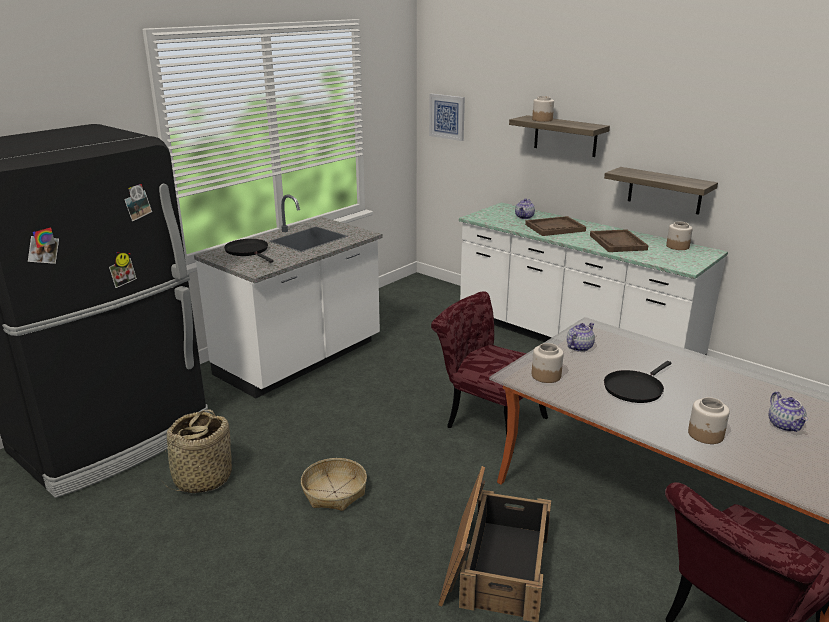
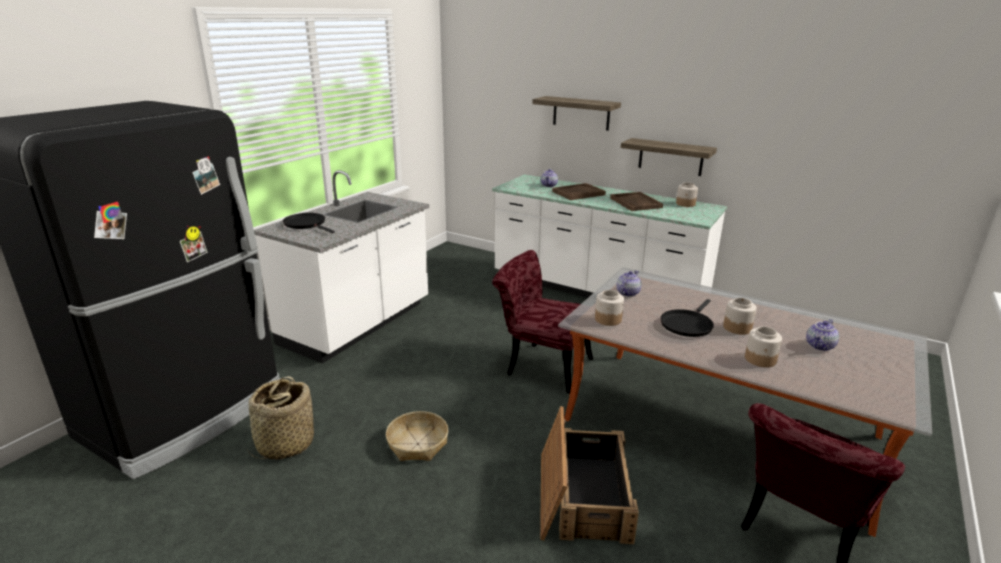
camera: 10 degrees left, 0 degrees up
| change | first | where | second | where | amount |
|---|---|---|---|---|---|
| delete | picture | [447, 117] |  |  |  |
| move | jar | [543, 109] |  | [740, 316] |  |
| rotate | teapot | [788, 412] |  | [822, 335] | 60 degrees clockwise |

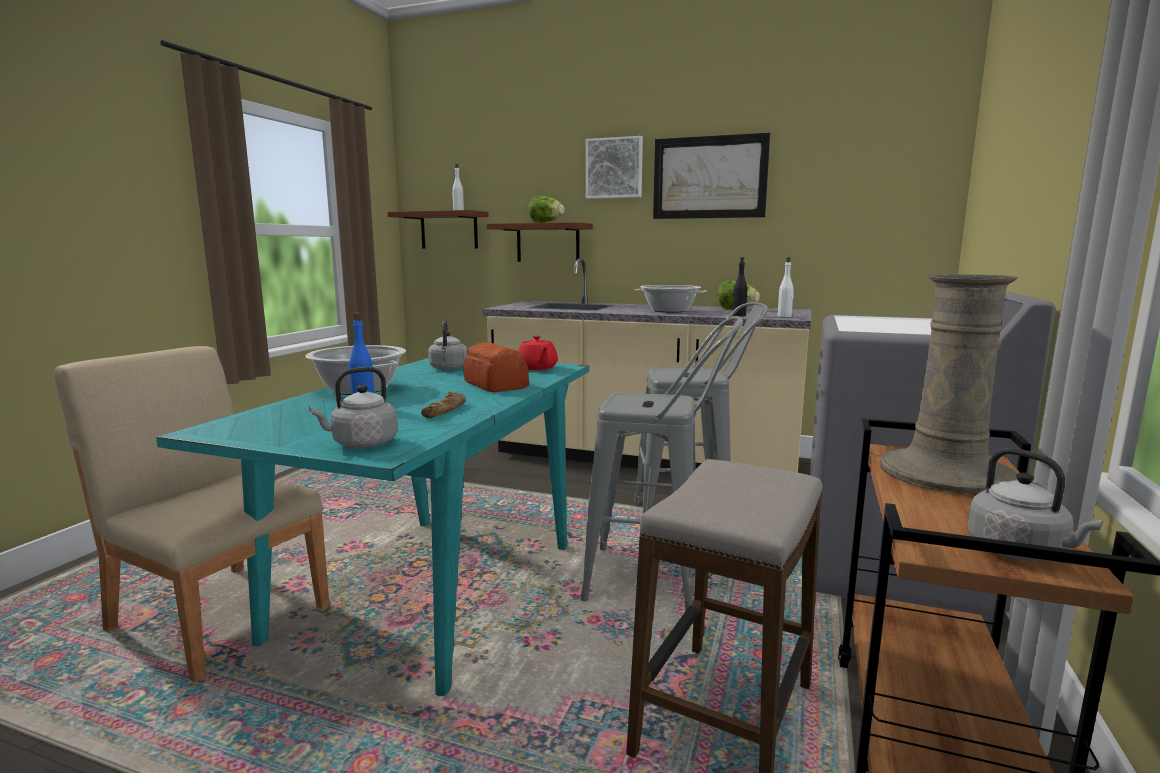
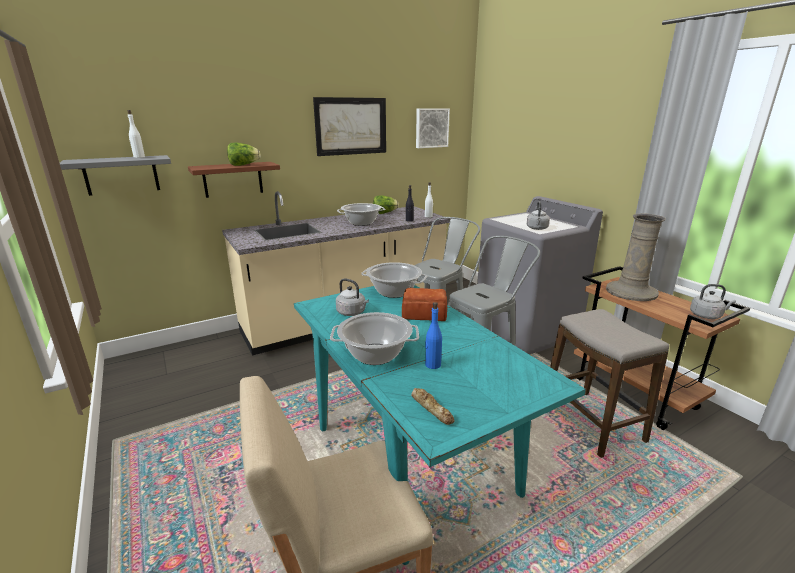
camera: 50 degrees left, 10 degrees up
| change | first | where | second | where | amount |
|---|---|---|---|---|---|
| move | picture | [614, 167] |  | [433, 128] |  |
| recolor | shelf (brown) | [438, 229] | shelf (grey) | [115, 175] |  |
| replace | teapot (red) | [538, 353] | cooking pot | [394, 280] |  |
| move | kettle (grey) | [353, 407] |  | [538, 215] |  |
| move | bread | [443, 405] |  | [433, 406] |  |

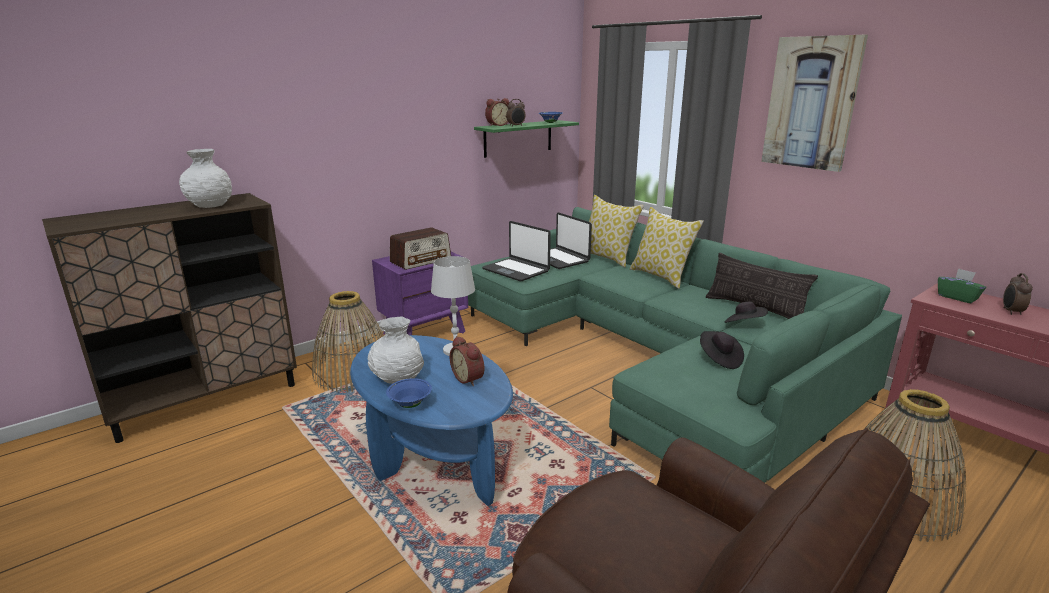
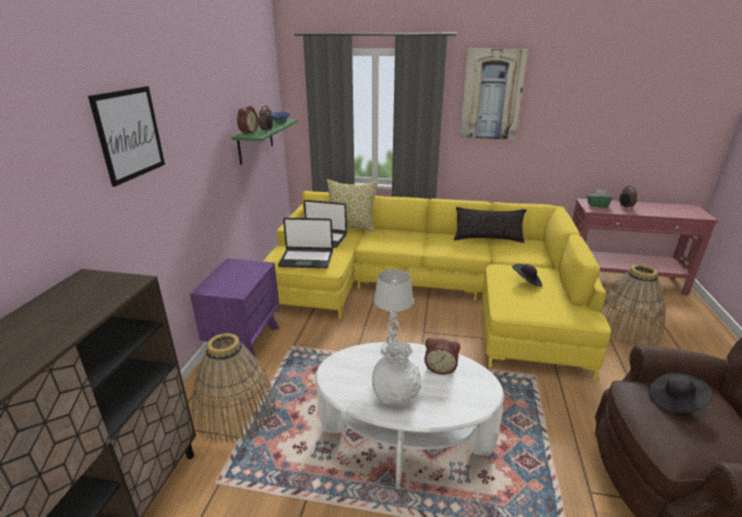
camera: 40 degrees left, 5 degrees up
| change | first | where | second | where | amount |
|---|---|---|---|---|---|
| delete | vase (white) | [205, 178] |  |  |  |
| recolor | sofa (green) | [685, 345] | sofa (yellow) | [437, 285] |  |
| delete | pillow | [667, 248] |  |  |  |
| delete | radio | [420, 249] |  |  |  |
| move | hat (black) | [746, 312] |  | [680, 393] |  |
| recolor | coffee table (blue) | [431, 420] | coffee table (white) | [409, 415] |  |
| delete | bowl (blue) | [409, 393] |  |  |  |
| insert |  |  | picture | [126, 136] |  |

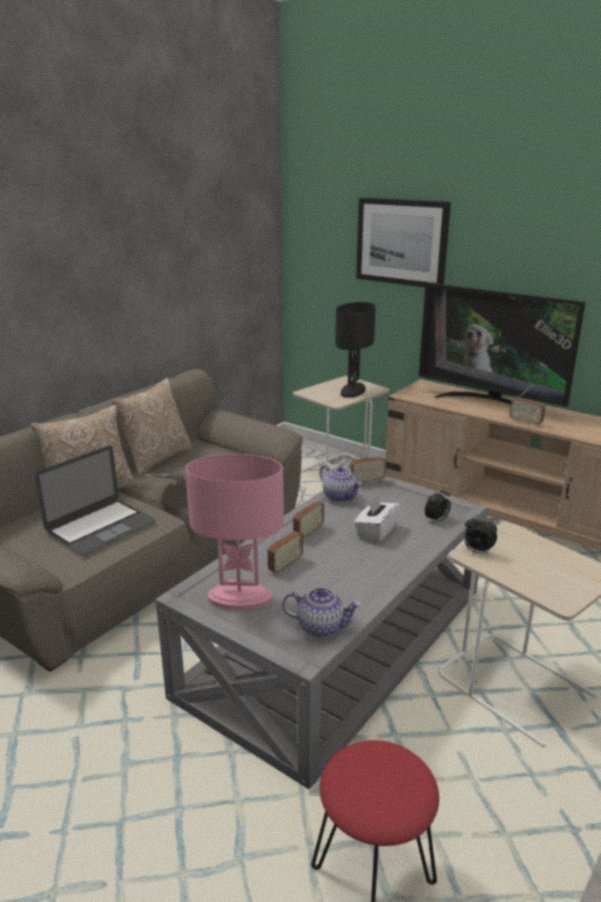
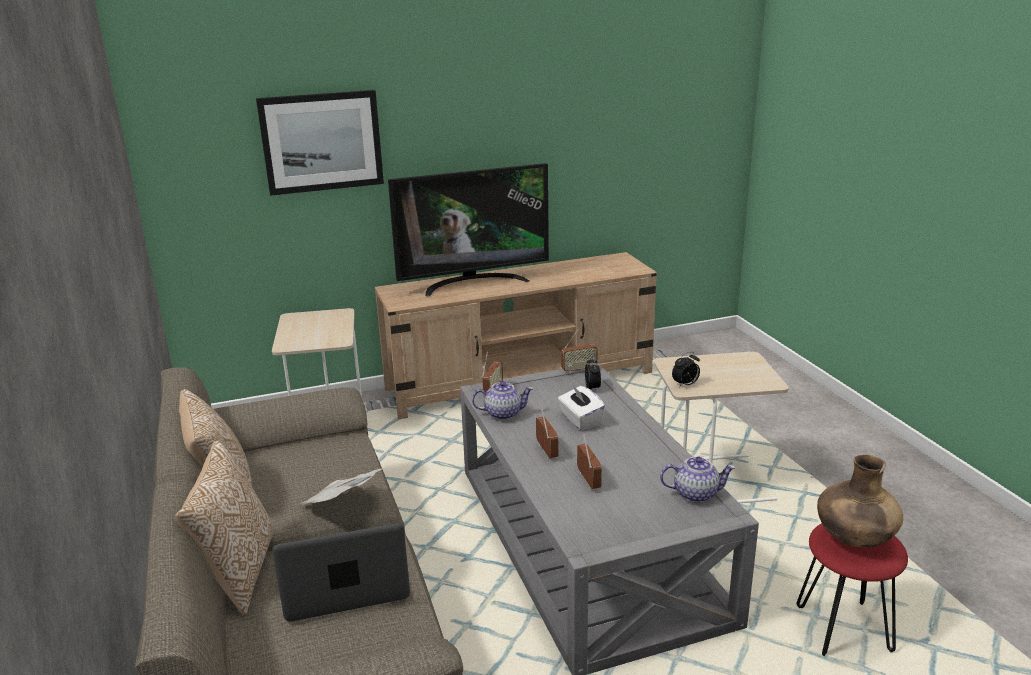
camera: 55 degrees left, 0 degrees up
| change | first | where | second | where | amount |
|---|---|---|---|---|---|
| delete | table lamp (black) | [355, 350] |  |  |  |
| move | radio | [528, 405] |  | [579, 350] |  |
| rotate | laptop | [95, 500] |  | [341, 572] | 90 degrees counterclockwise |
| delete | table lamp (pink) | [235, 532] |  |  |  |
| rotate | teapot | [321, 612] |  | [697, 479] | 45 degrees clockwise |
| insert |  |  | vase (brown) | [860, 501] |  |

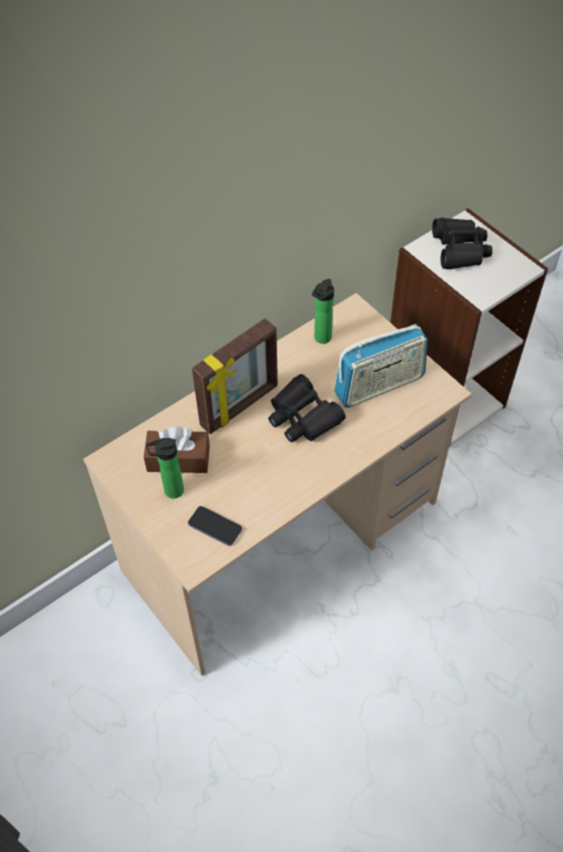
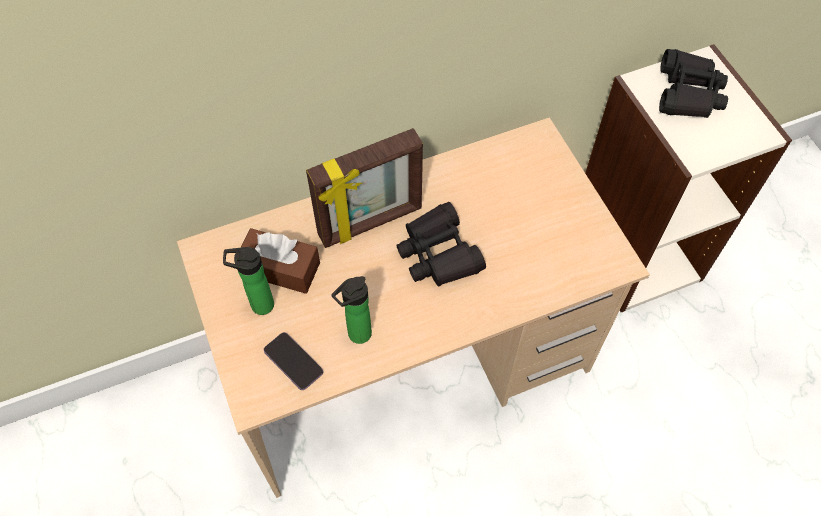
camera: 15 degrees right, 5 degrees up
| change | first | where | second | where | amount |
|---|---|---|---|---|---|
| move | bottle | [323, 311] |  | [351, 310] |  |
| delete | radio | [381, 366] |  |  |  |

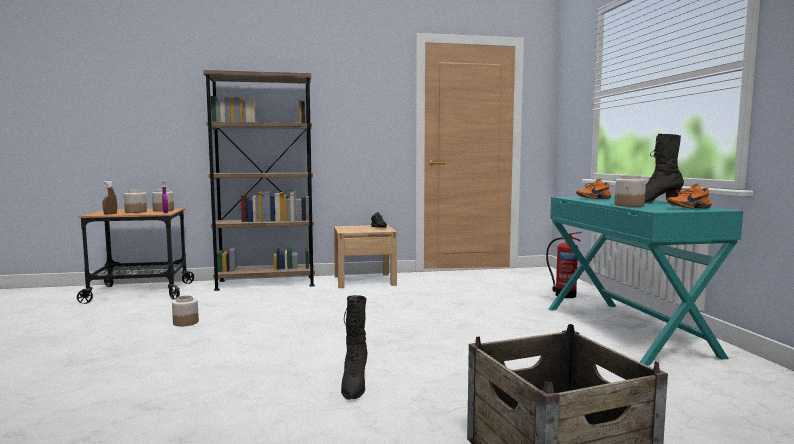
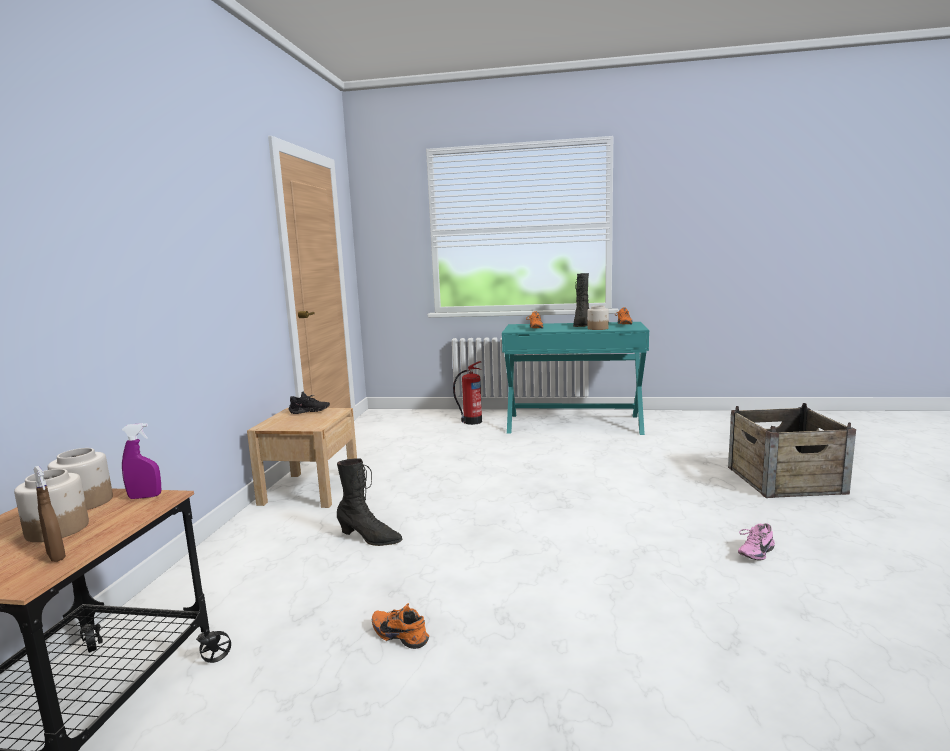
camera: 70 degrees left, 5 degrees up
| change | first | where | second | where | amount |
|---|---|---|---|---|---|
| delete | bookcase (brown) | [259, 180] |  |  |  |
| replace | jar | [185, 310] | shoe (orange) | [400, 626] |  |
| move | boot (black) | [354, 347] |  | [369, 502] |  |
| insert |  |  | shoe (pink) | [756, 541] |  |

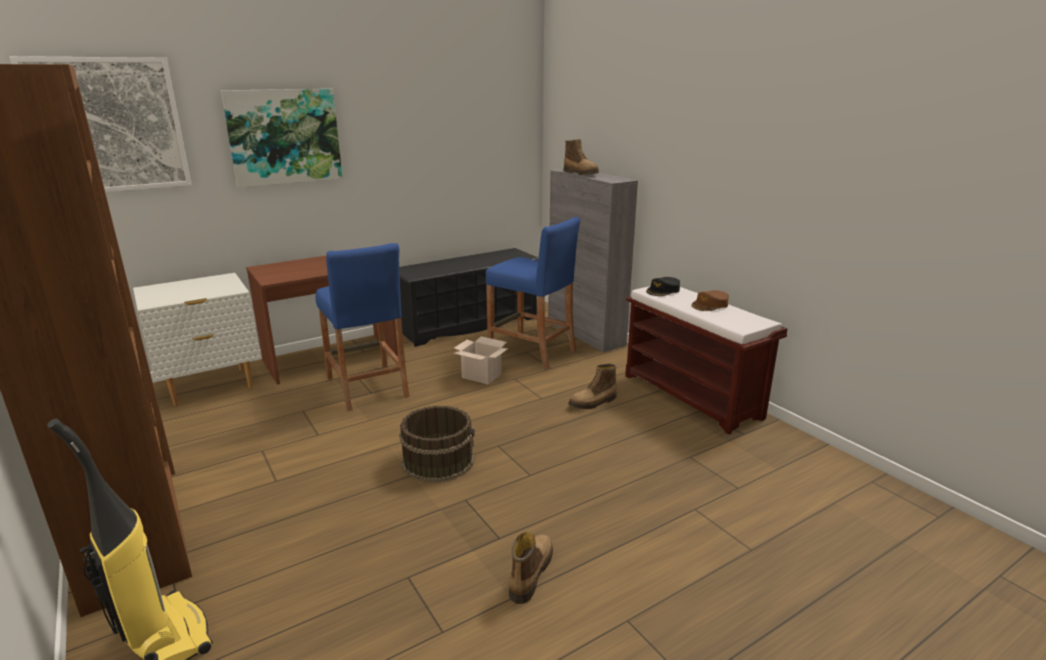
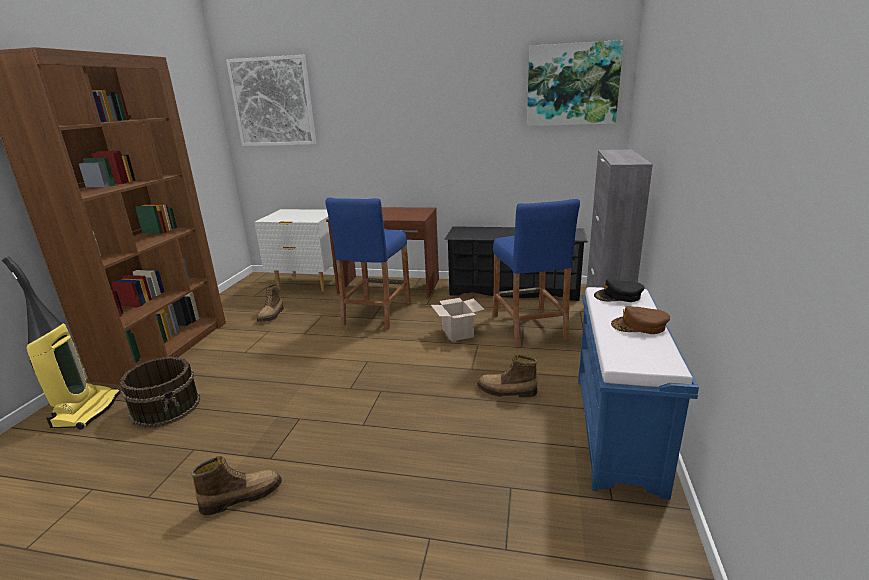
camera: 45 degrees right, 0 degrees up
| change | first | where | second | where | amount |
|---|---|---|---|---|---|
| move | picture | [282, 138] |  | [575, 83] |  |
| move | boot | [581, 157] |  | [270, 303] |  |
| recolor | bench (brown) | [706, 360] | bench (blue) | [638, 393] |  |
| move | bucket (brown) | [437, 444] |  | [160, 392] |  |

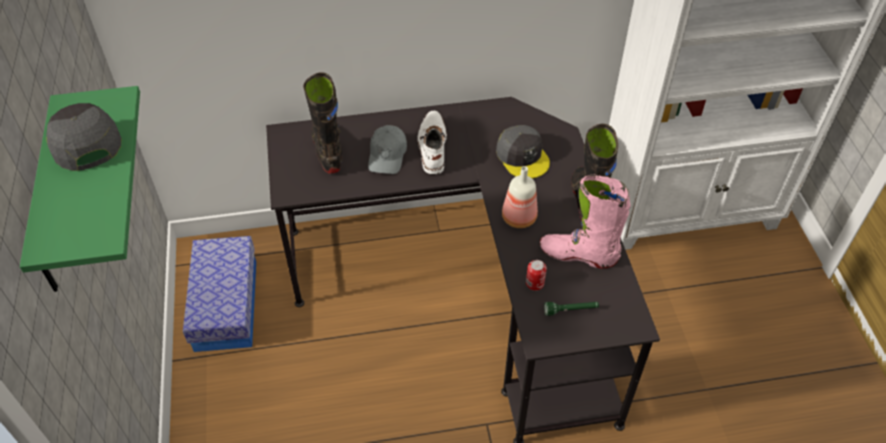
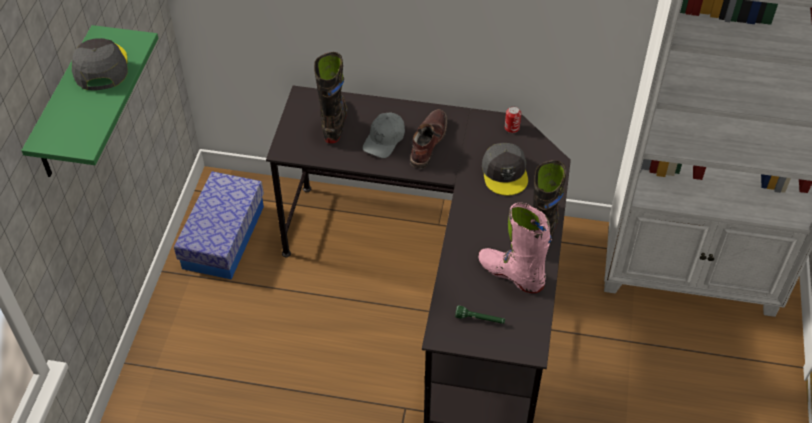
camera: 20 degrees right, 0 degrees up
| change | first | where | second | where | amount |
|---|---|---|---|---|---|
| recolor | boot (white) | [432, 142] | boot (brown) | [428, 139] |  |
| delete | bottle | [520, 197] |  |  |  |
| move | can | [536, 275] |  | [513, 119] |  |

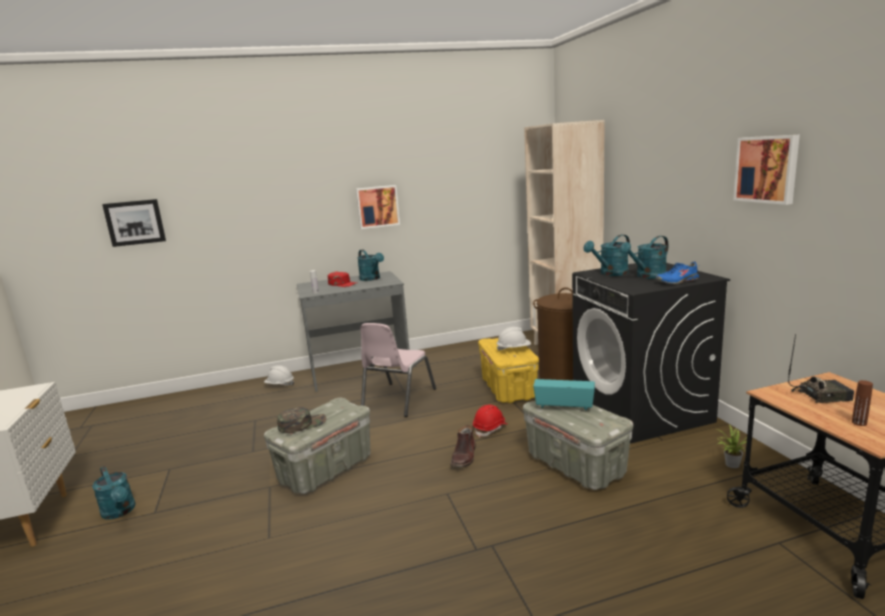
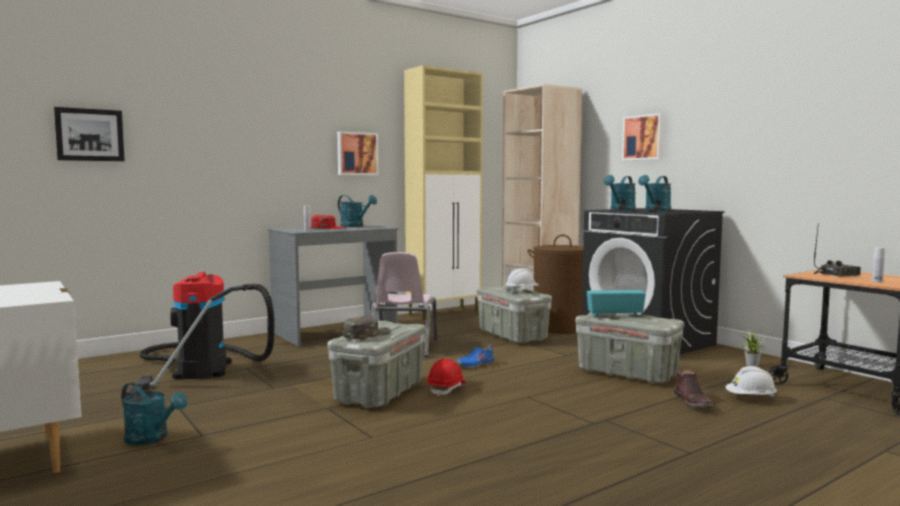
camera: 20 degrees left, 10 degrees down
| change | first | where | second | where | amount |
|---|---|---|---|---|---|
| move | picture | [766, 170] |  | [643, 137] |  |
| move | shoe (blue) | [677, 272] |  | [475, 356] |  |
| recolor | storage box (yellow) | [508, 370] | storage box (grey) | [514, 314] |  |
| move | hard hat (white) | [279, 375] |  | [751, 382] |  |
| recolor | bottle (brown) | [862, 403] | bottle (white) | [878, 264] |  |
| move | hard hat (red) | [490, 421] |  | [446, 378] |  |
| move | boot (brown) | [463, 446] |  | [693, 388] |  |
| insert |  |  | cabinet (beige) | [443, 192] |  |
| insert |  |  | vacuum cleaner | [200, 333] |  |

